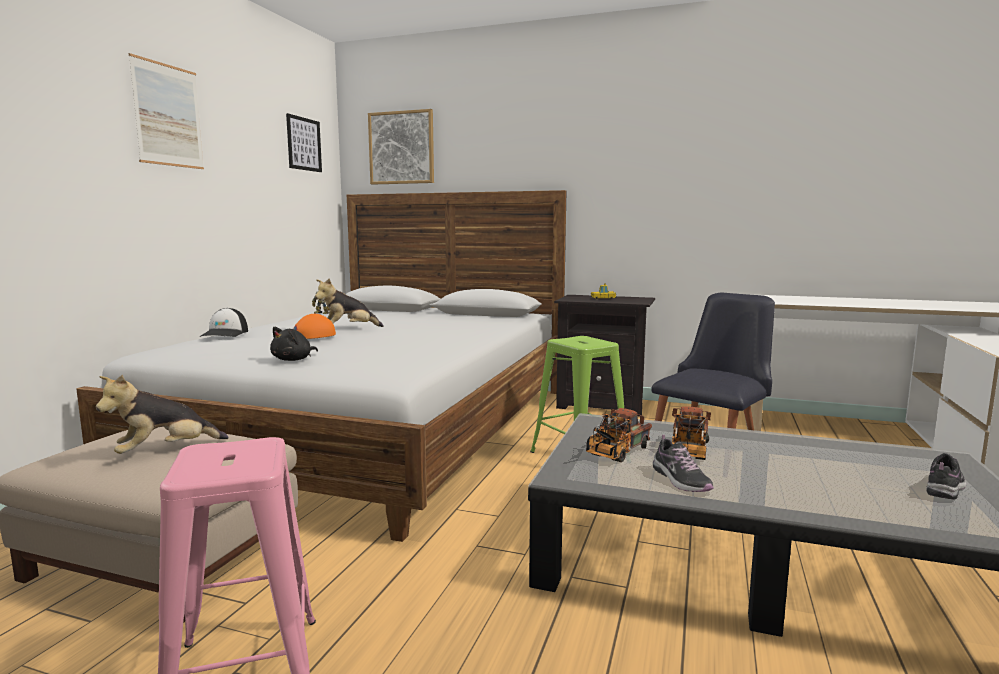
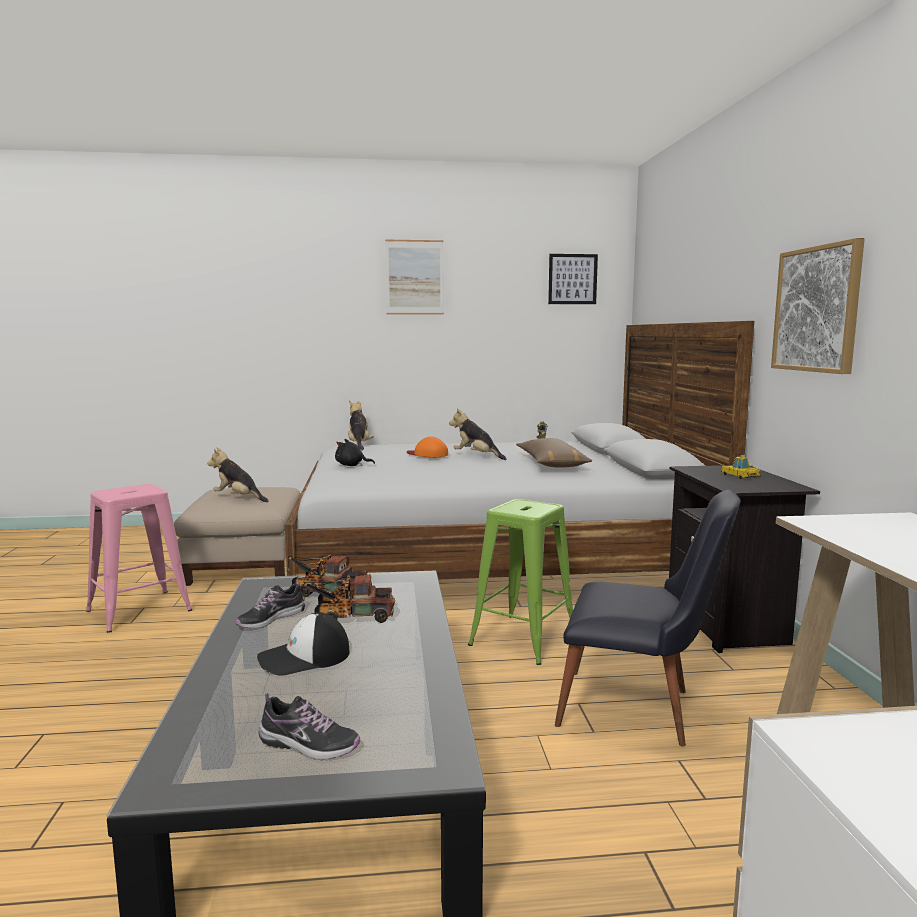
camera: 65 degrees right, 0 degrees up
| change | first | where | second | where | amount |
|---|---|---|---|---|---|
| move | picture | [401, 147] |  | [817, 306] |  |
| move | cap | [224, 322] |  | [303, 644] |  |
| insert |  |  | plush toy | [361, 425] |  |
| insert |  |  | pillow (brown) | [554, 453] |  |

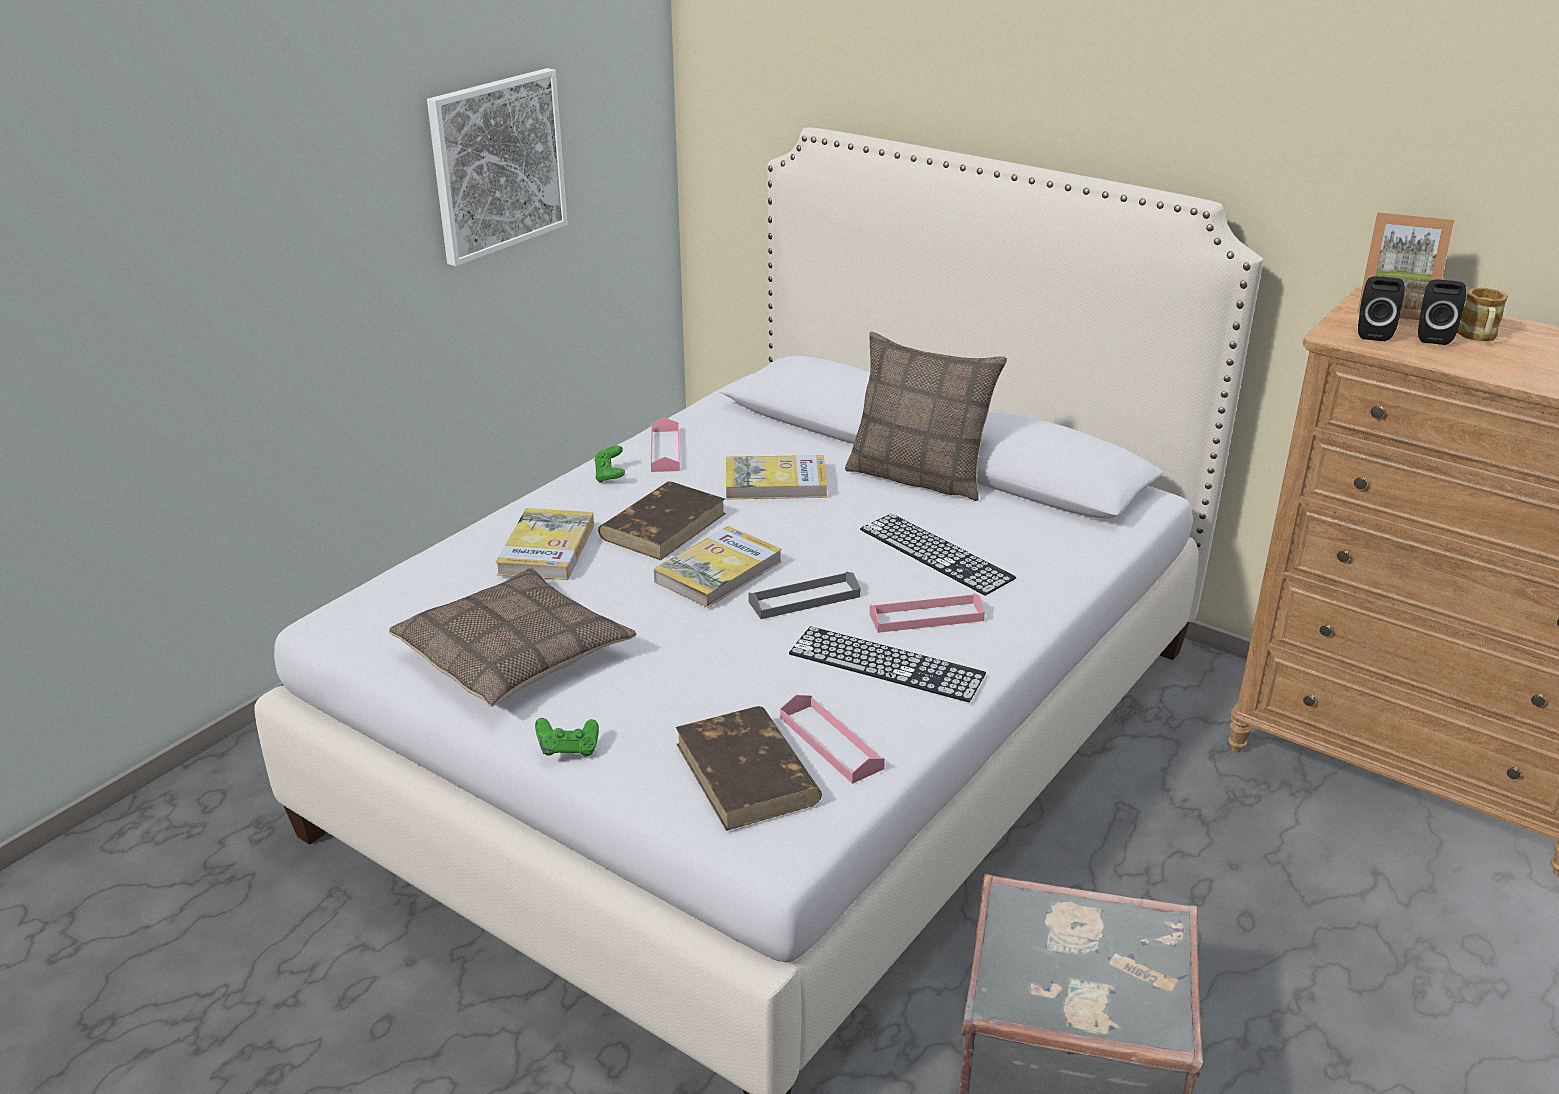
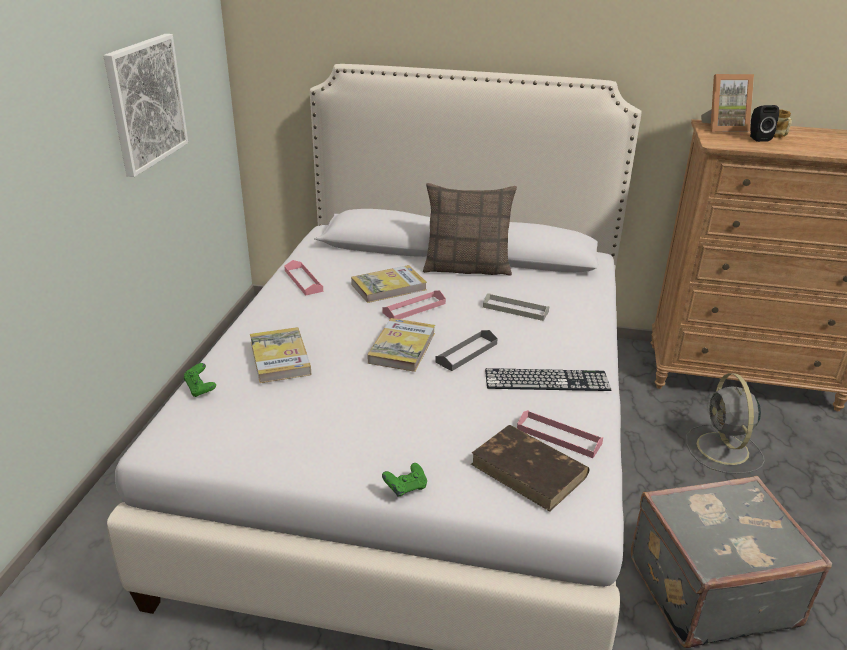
camera: 25 degrees left, 0 degrees up
| change | first | where | second | where | amount |
|---|---|---|---|---|---|
| delete | speaker (black) | [1381, 308] |  |  |  |
| move | game controller (green) | [609, 464] |  | [200, 380] |  |
| delete | book (brown) | [662, 520] |  |  |  |
| replace | keyboard | [938, 554] | tray (grey) | [516, 307] |  |
| delete | pillow | [512, 637] |  |  |  |
| move | tray (pink) | [927, 613] |  | [414, 304] |  |
| insert |  |  | fan (grey) | [725, 423] |  |

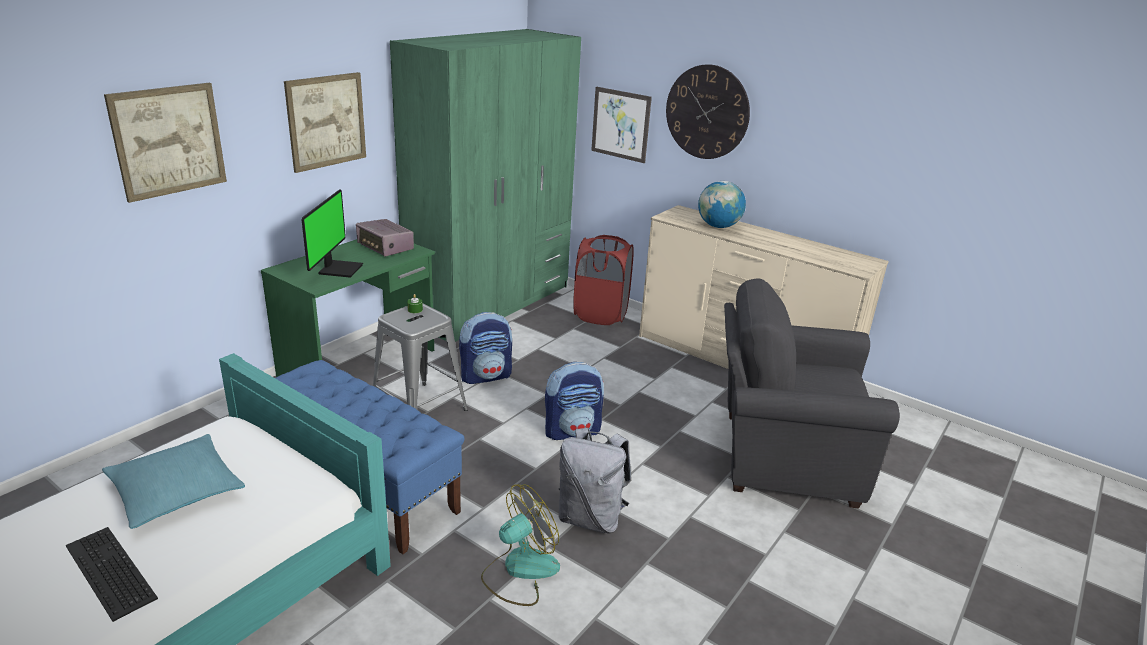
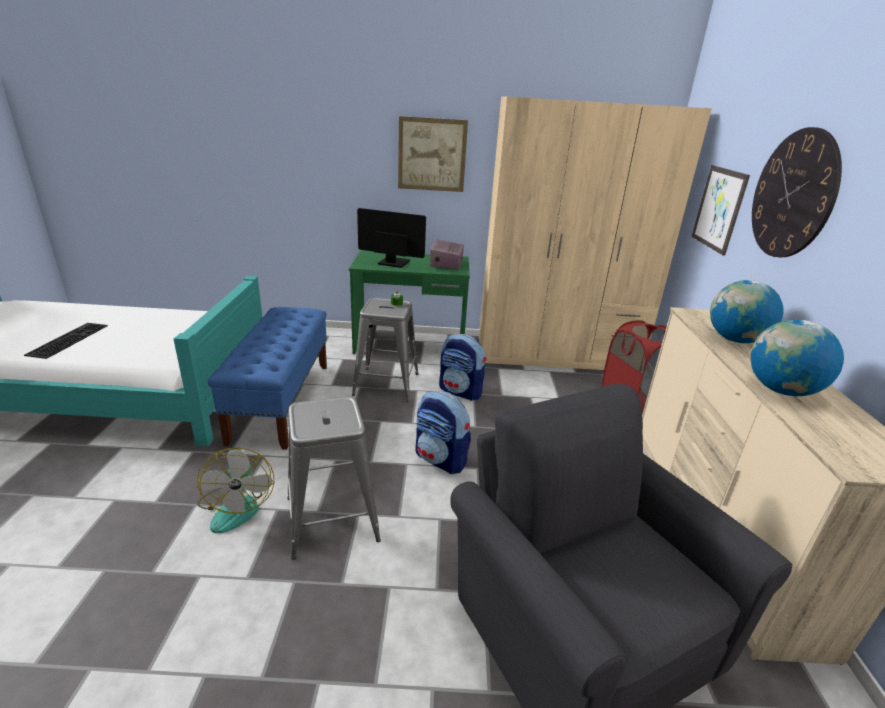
camera: 55 degrees right, 0 degrees up
| change | first | where | second | where | amount |
|---|---|---|---|---|---|
| recolor | wardrobe (green) | [485, 185] | wardrobe (beige) | [595, 233] |  |
| delete | picture | [165, 143] |  |  |  |
| rotate | monitor | [332, 233] |  | [391, 238] | 135 degrees counterclockwise |
| replace | backpack (grey) | [595, 480] | stool (grey) | [334, 478] |  |
| delete | pillow (turquoise) | [173, 481] |  |  |  |
| rotate | fan | [520, 545] |  | [235, 490] | 60 degrees clockwise |
| insert |  |  | globe | [797, 357] |  |

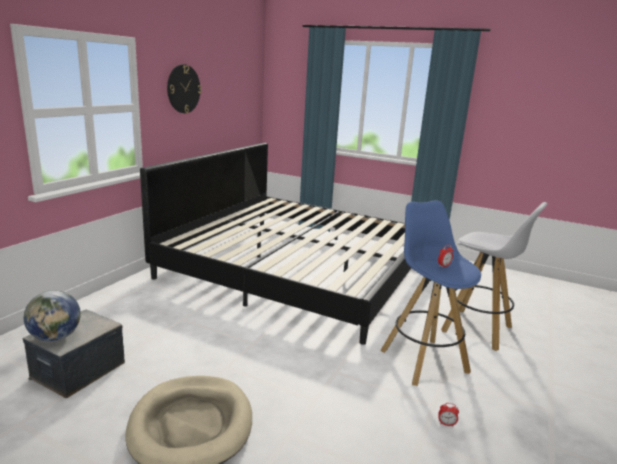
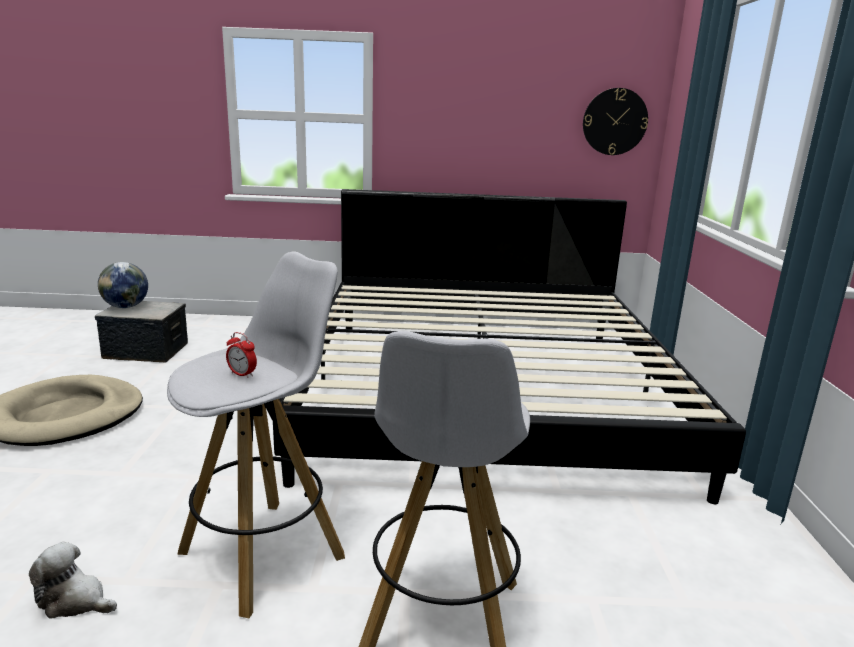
camera: 65 degrees right, 0 degrees up
| change | first | where | second | where | amount |
|---|---|---|---|---|---|
| move | wall clock | [184, 88] |  | [615, 121] |  |
| recolor | stool (blue) | [430, 293] | stool (white) | [256, 434] |  |
| replace | alarm clock | [448, 414] | plush toy | [73, 580] |  |

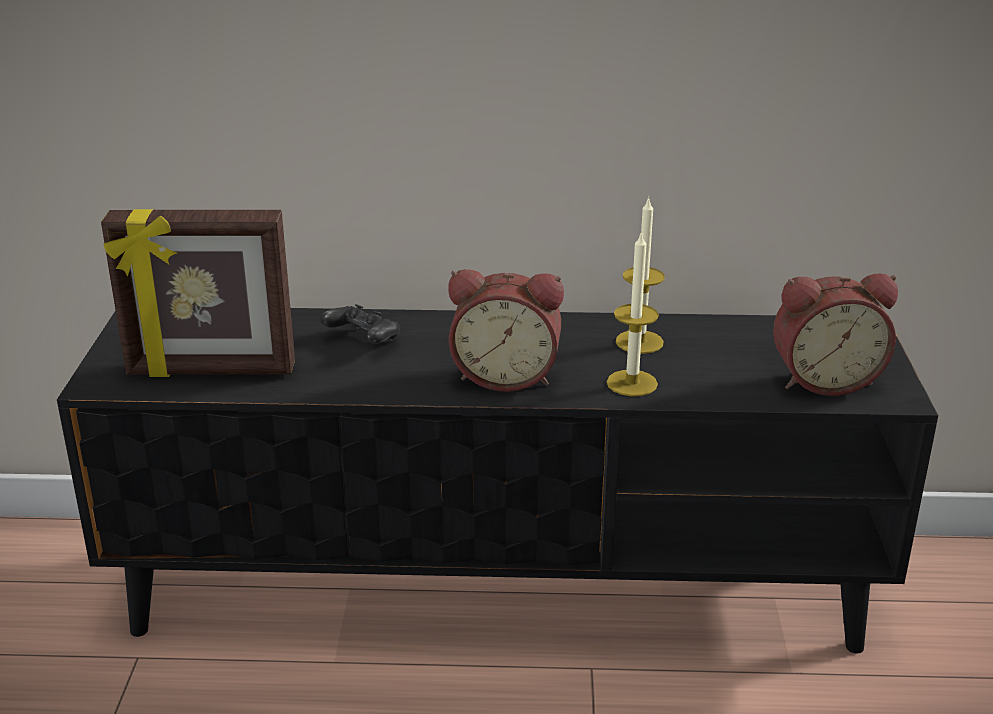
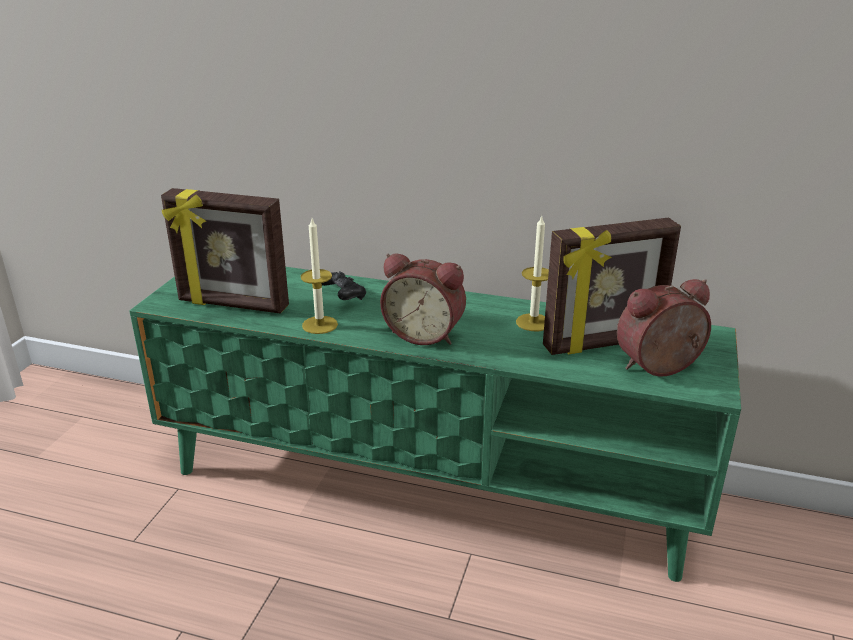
camera: 15 degrees right, 0 degrees up
| change | first | where | second | where | amount |
|---|---|---|---|---|---|
| move | candle | [633, 313] |  | [319, 276] |  |
| rotate | alarm clock | [835, 334] |  | [664, 327] | 150 degrees clockwise |
| recolor | tv stand (black) | [497, 480] | tv stand (green) | [435, 424] |  |
| insert |  |  | picture frame | [612, 286] |  |

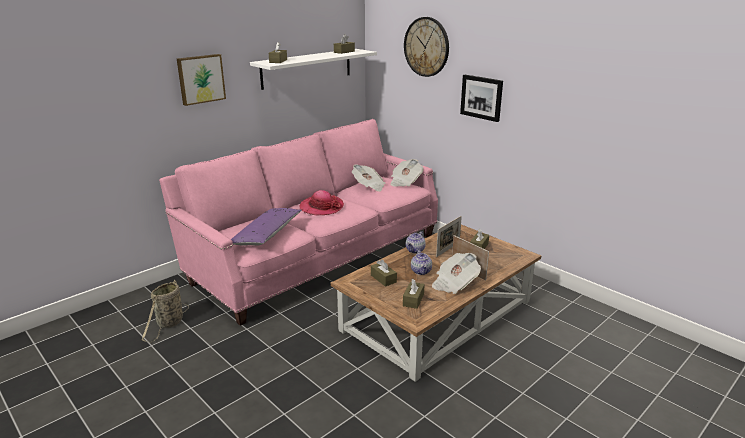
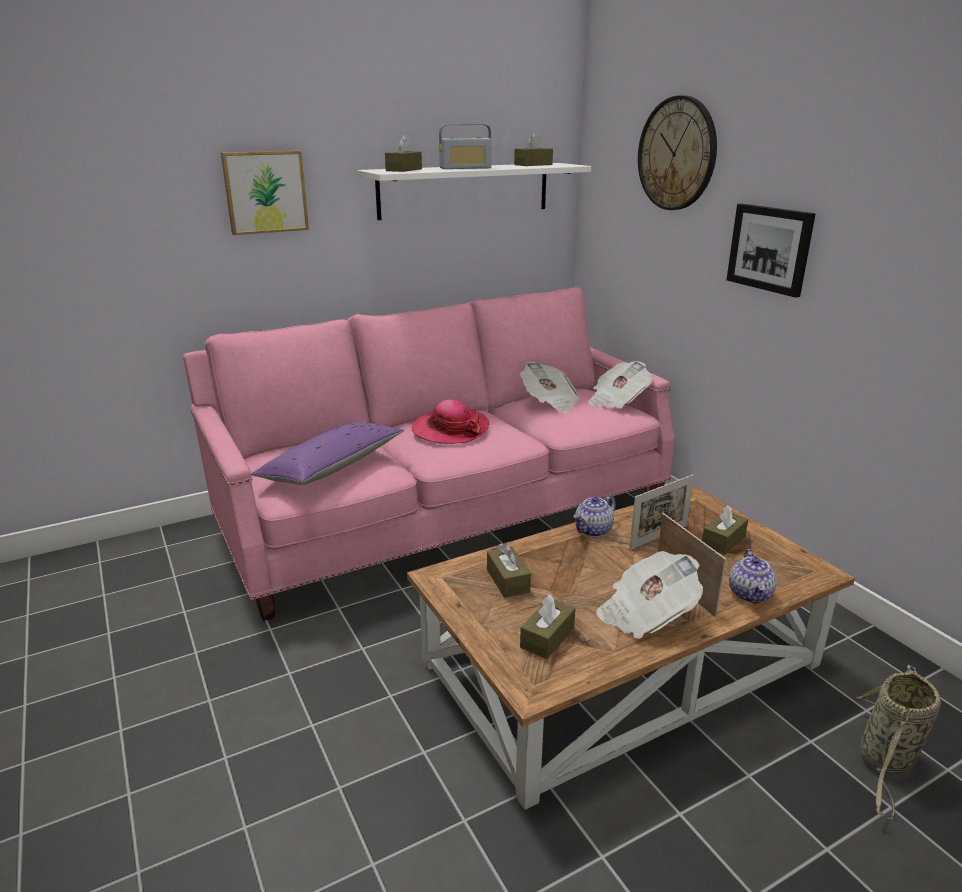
camera: 15 degrees right, 0 degrees up
| change | first | where | second | where | amount |
|---|---|---|---|---|---|
| move | teapot | [421, 262] |  | [753, 576] |  |
| move | basket | [165, 311] |  | [898, 742] |  |
| insert |  |  | radio | [465, 146] |  |

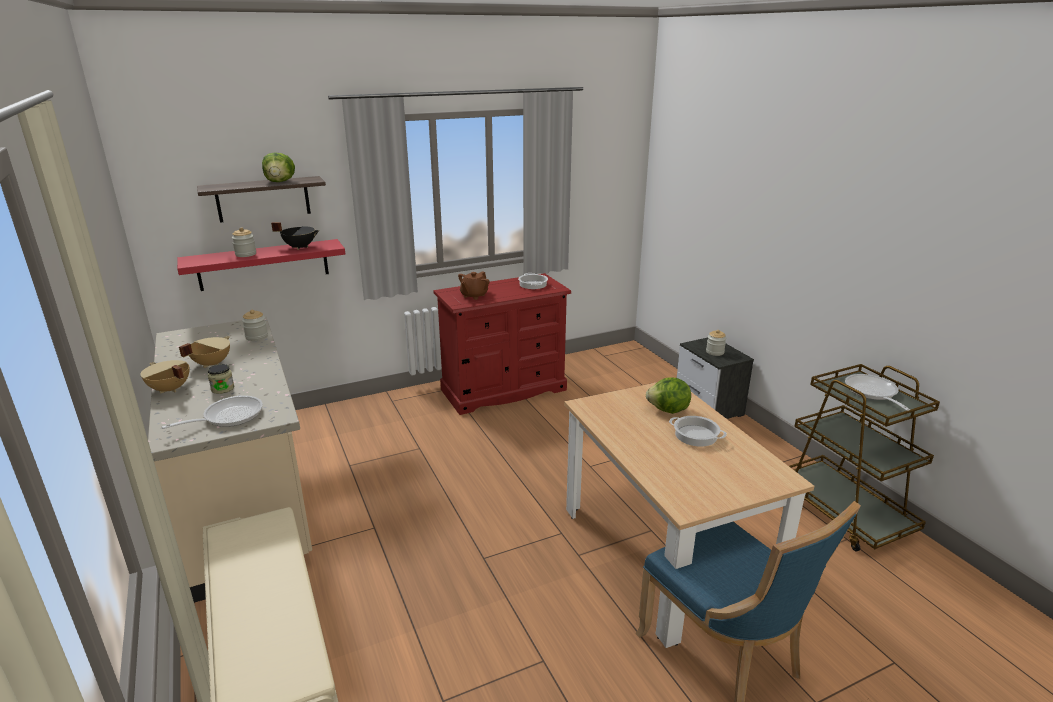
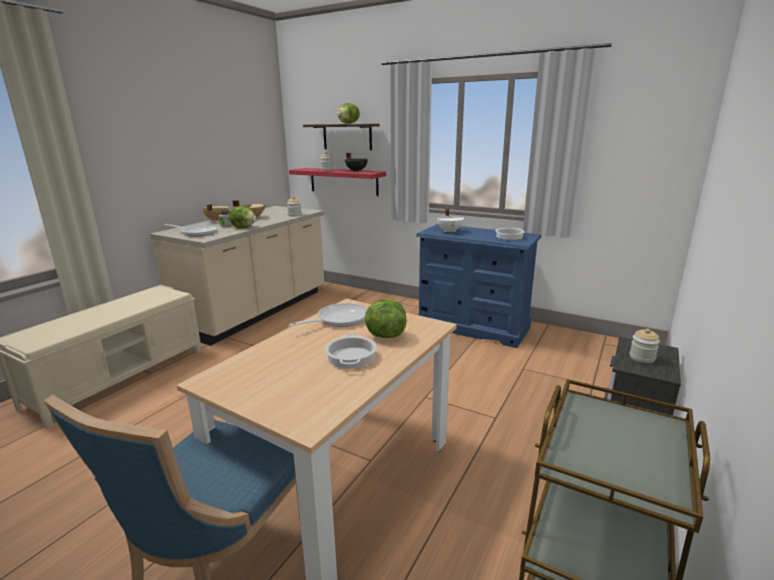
camera: 55 degrees right, 5 degrees down
| change | first | where | second | where | amount |
|---|---|---|---|---|---|
| replace | teapot (brown) | [473, 285] | cooking pot (white) | [450, 220] |  |
| recolor | dresser (red) | [502, 344] | dresser (blue) | [479, 286] |  |
| move | frying pan | [877, 392] |  | [328, 315] |  |
| insert |  |  | lettuce | [242, 217] |  |

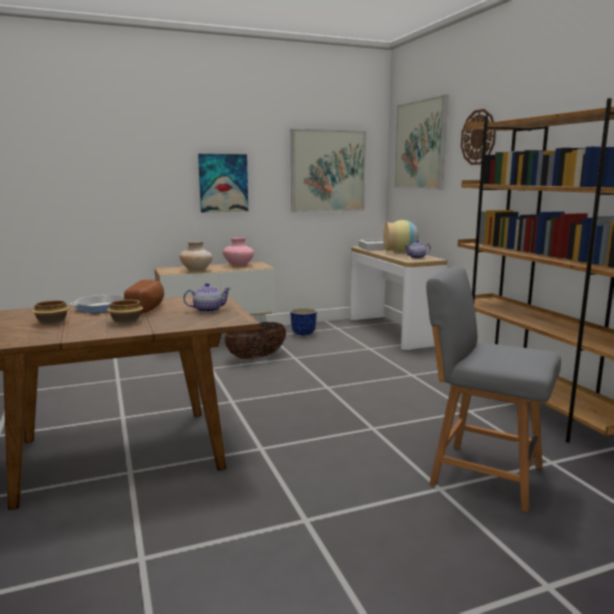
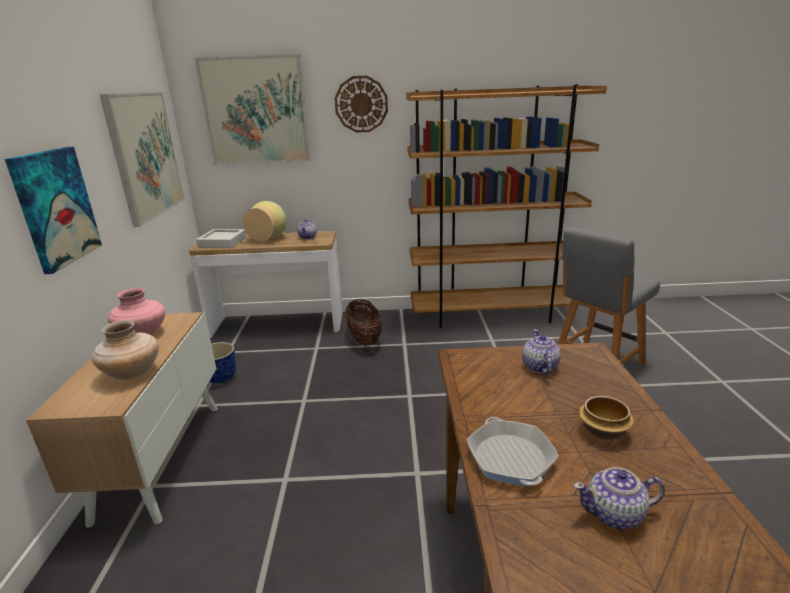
camera: 70 degrees left, 10 degrees up
| change | first | where | second | where | amount |
|---|---|---|---|---|---|
| delete | bread | [144, 297] |  |  |  |
| replace | bowl | [51, 312] | teapot | [619, 498] |  |
| move | basket | [255, 340] |  | [364, 322] |  |

